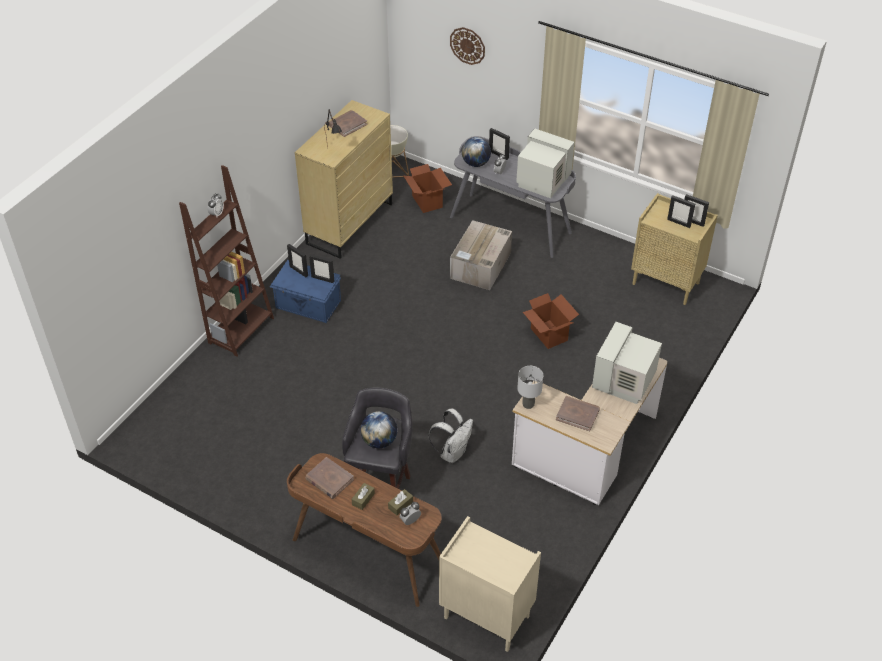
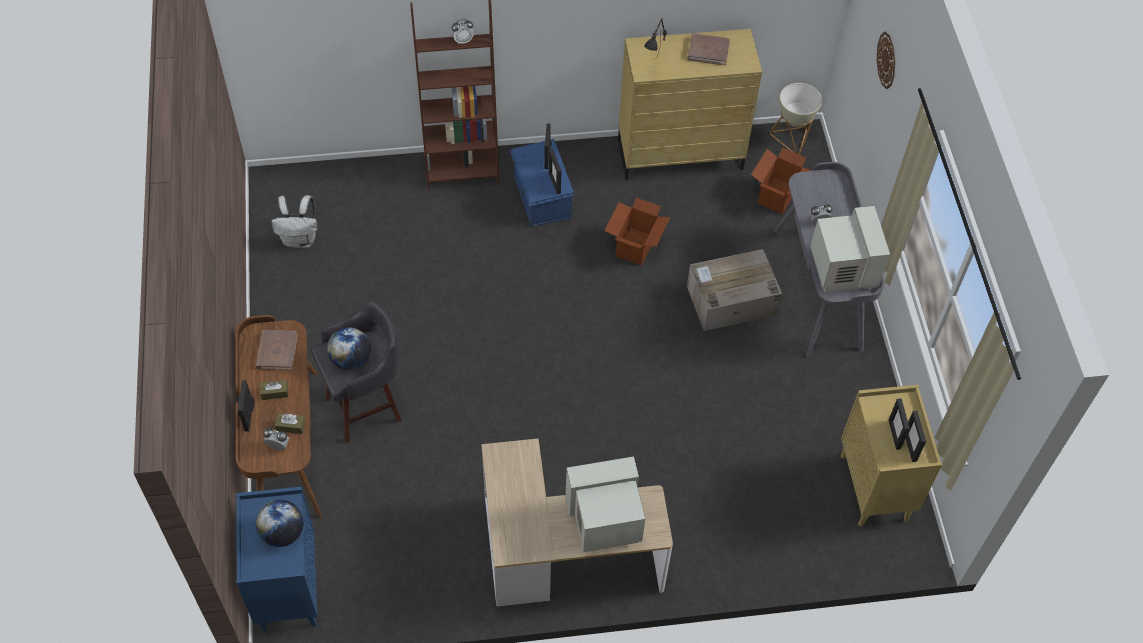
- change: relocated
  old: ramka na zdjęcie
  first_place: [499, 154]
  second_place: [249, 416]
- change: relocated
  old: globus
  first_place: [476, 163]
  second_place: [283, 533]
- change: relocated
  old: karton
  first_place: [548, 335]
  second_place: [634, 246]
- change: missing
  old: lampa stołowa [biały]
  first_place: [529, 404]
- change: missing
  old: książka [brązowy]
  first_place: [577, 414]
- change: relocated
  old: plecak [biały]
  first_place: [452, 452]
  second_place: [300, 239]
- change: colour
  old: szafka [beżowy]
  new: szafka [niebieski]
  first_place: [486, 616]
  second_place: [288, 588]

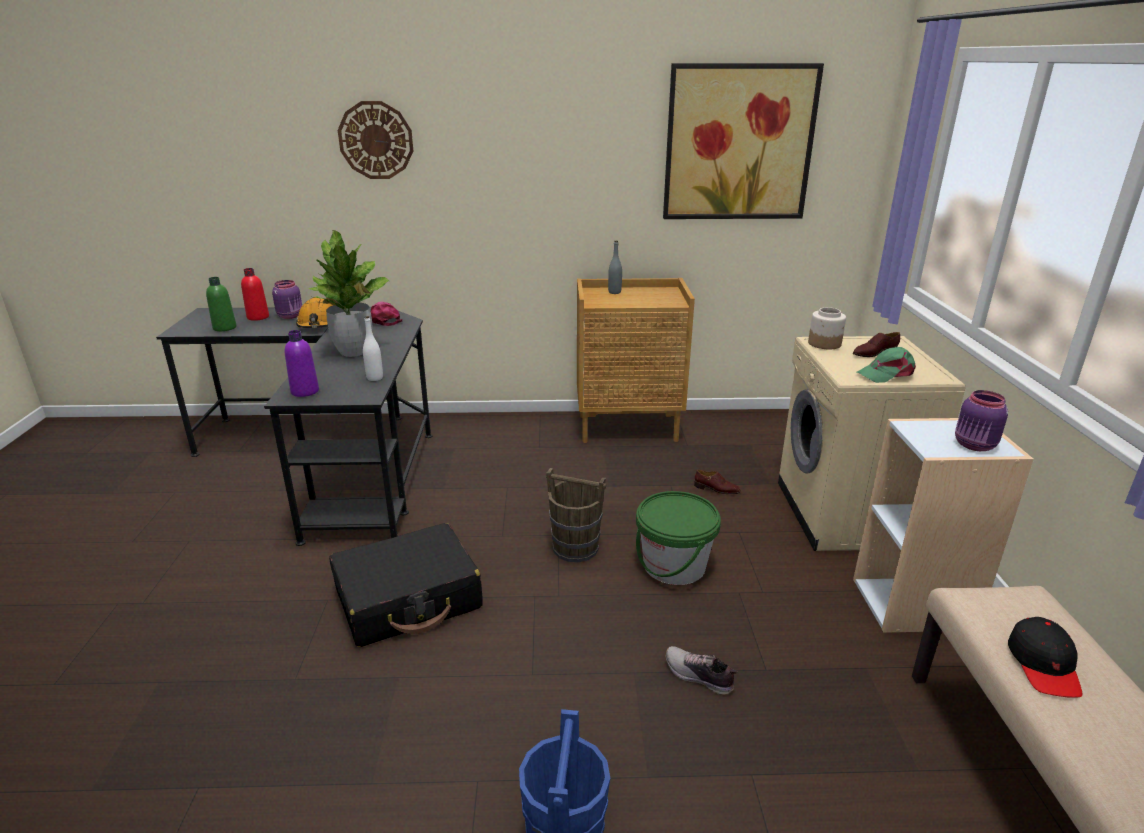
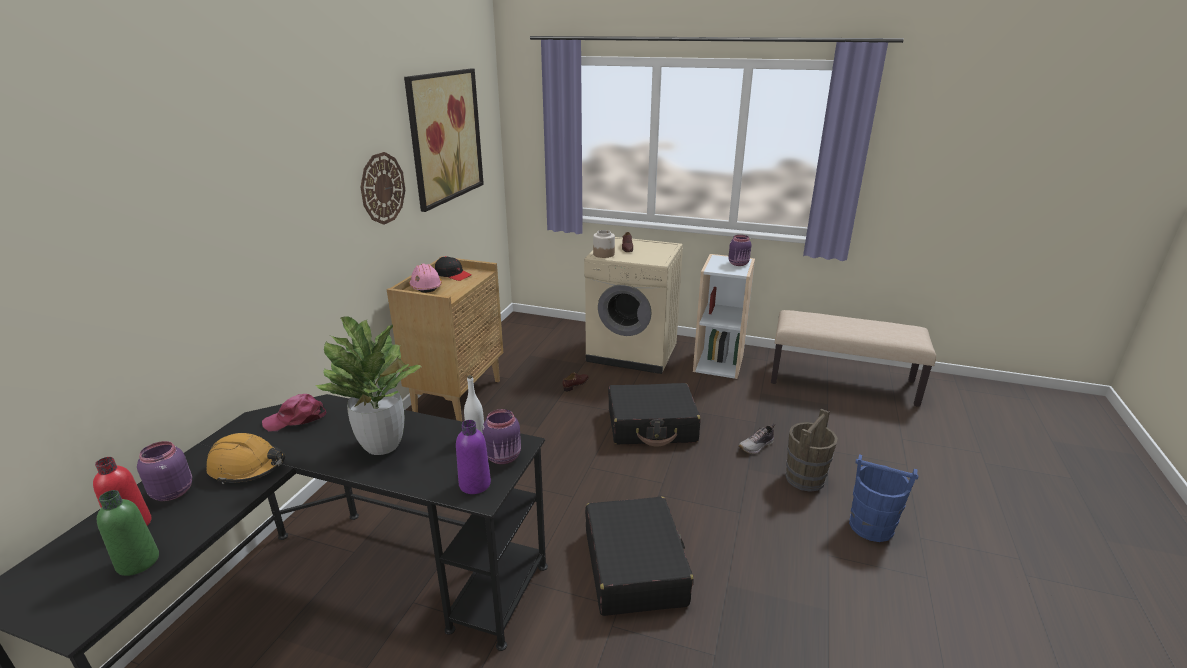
- change: relocated
  old: zegar ścienny
  first_place: [376, 140]
  second_place: [382, 188]
- change: exchanged
  old: butelka [szary]
  new: kask [różowy]
  first_place: [614, 292]
  second_place: [426, 286]
- change: missing
  old: czapka z daszkiem [zielony]
  first_place: [886, 374]
- change: relocated
  old: wiadro [brązowy]
  first_place: [576, 548]
  second_place: [805, 478]
- change: exchanged
  old: wiadro [zielony]
  new: walizka [czarny]
  first_place: [674, 565]
  second_place: [652, 425]
- change: relocated
  old: czapka z daszkiem [czarny]
  first_place: [1043, 665]
  second_place: [453, 274]
- change: appeared
  new: słoik [fioletowy]
  second_place: [504, 457]

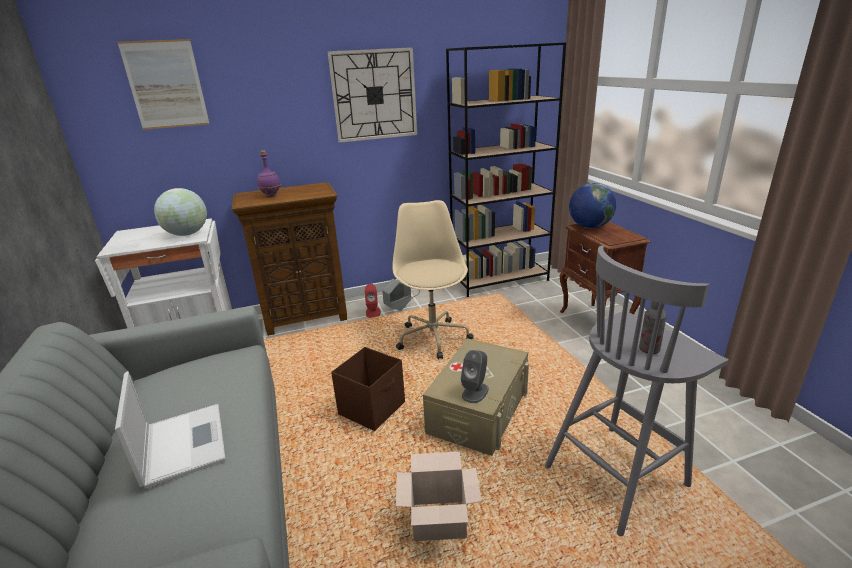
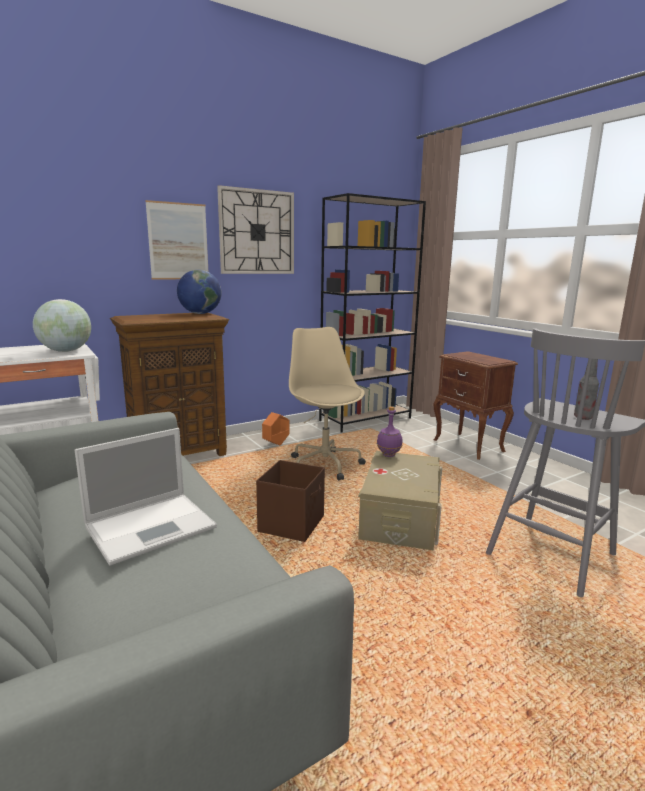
- change: relocated
  old: obraz
  first_place: [166, 85]
  second_place: [178, 241]
- change: relocated
  old: butelka [fioletowy]
  first_place: [271, 195]
  second_place: [389, 455]
- change: relocated
  old: globus
  first_place: [589, 227]
  second_place: [200, 313]
- change: colour
  old: donica [szary]
  new: donica [pomarańczowy]
  first_place: [398, 308]
  second_place: [276, 444]
- change: missing
  old: głośnik [czerwony]
  first_place: [373, 312]
- change: missing
  old: głośnik [szary]
  first_place: [475, 392]
- change: spun
  old: laptop
  first_place: [183, 443]
  second_place: [153, 526]
  degrees: 90
- change: missing
  old: karton
  first_place: [437, 523]

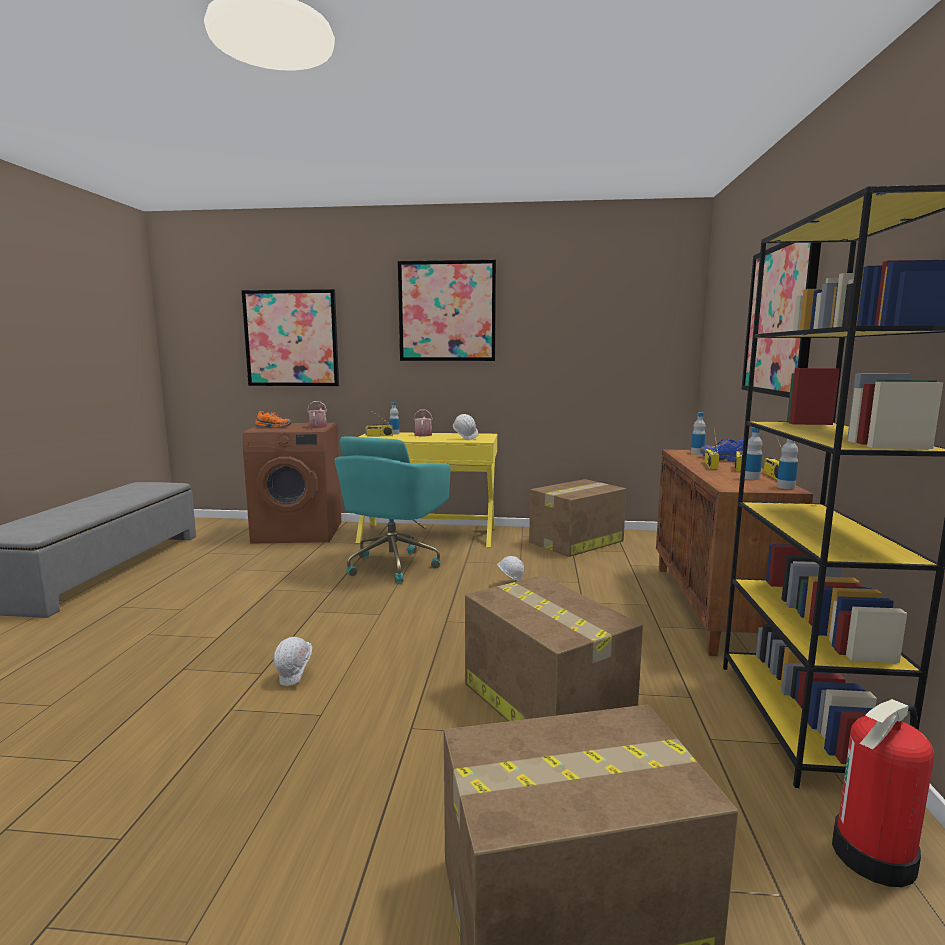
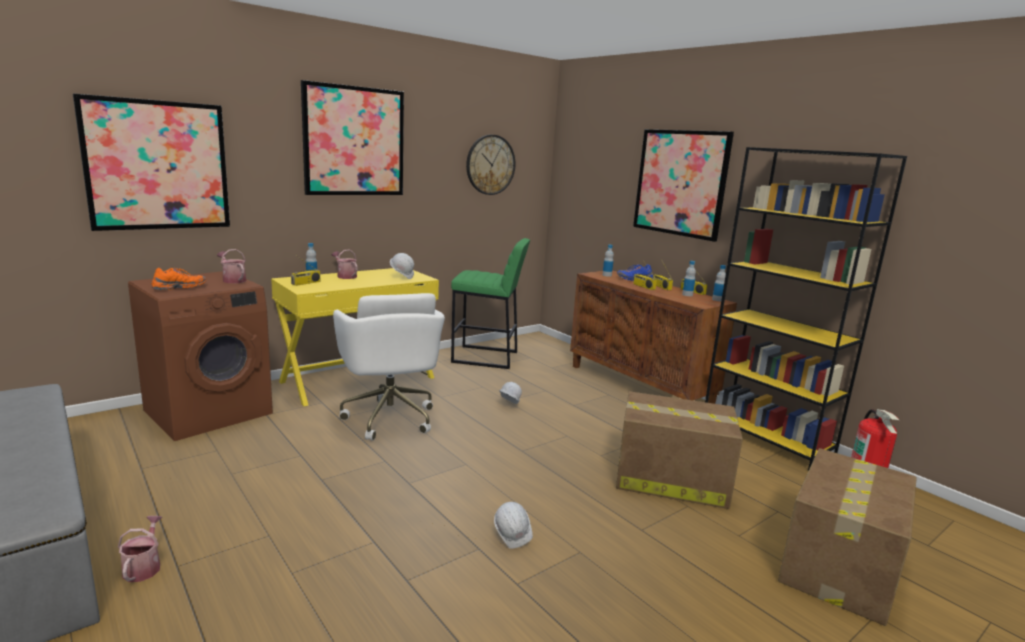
- change: colour
  old: krzesło biurowe [turkusowy]
  new: krzesło biurowe [biały]
  first_place: [394, 565]
  second_place: [388, 417]
- change: exchanged
  old: karton
  new: stołek [zielony]
  first_place: [575, 542]
  second_place: [487, 357]
- change: appeared
  new: zegar ścienny
  second_place: [490, 165]
- change: appeared
  new: konewka
  second_place: [144, 567]

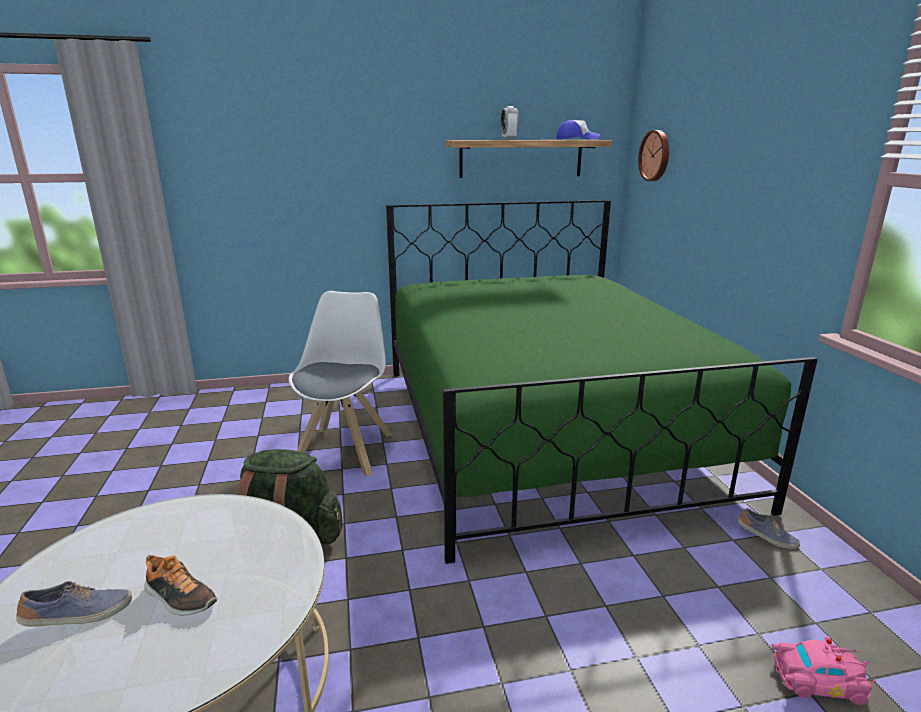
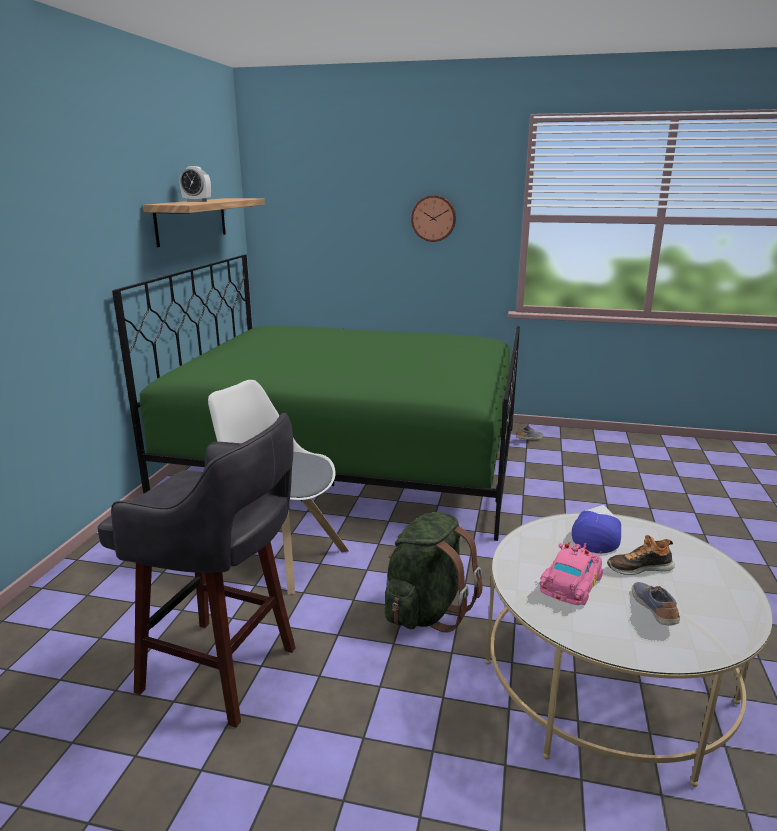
- change: relocated
  old: czapka z daszkiem
  first_place: [576, 139]
  second_place: [597, 535]
- change: relocated
  old: zegar ścienny
  first_place: [656, 155]
  second_place: [433, 218]
- change: spun
  old: but
  first_place: [179, 598]
  second_place: [639, 567]
  degrees: -150
- change: relocated
  old: samochodzik [różowy]
  first_place: [815, 679]
  second_place: [569, 586]
- change: appeared
  new: stołek [szary]
  second_place: [224, 672]

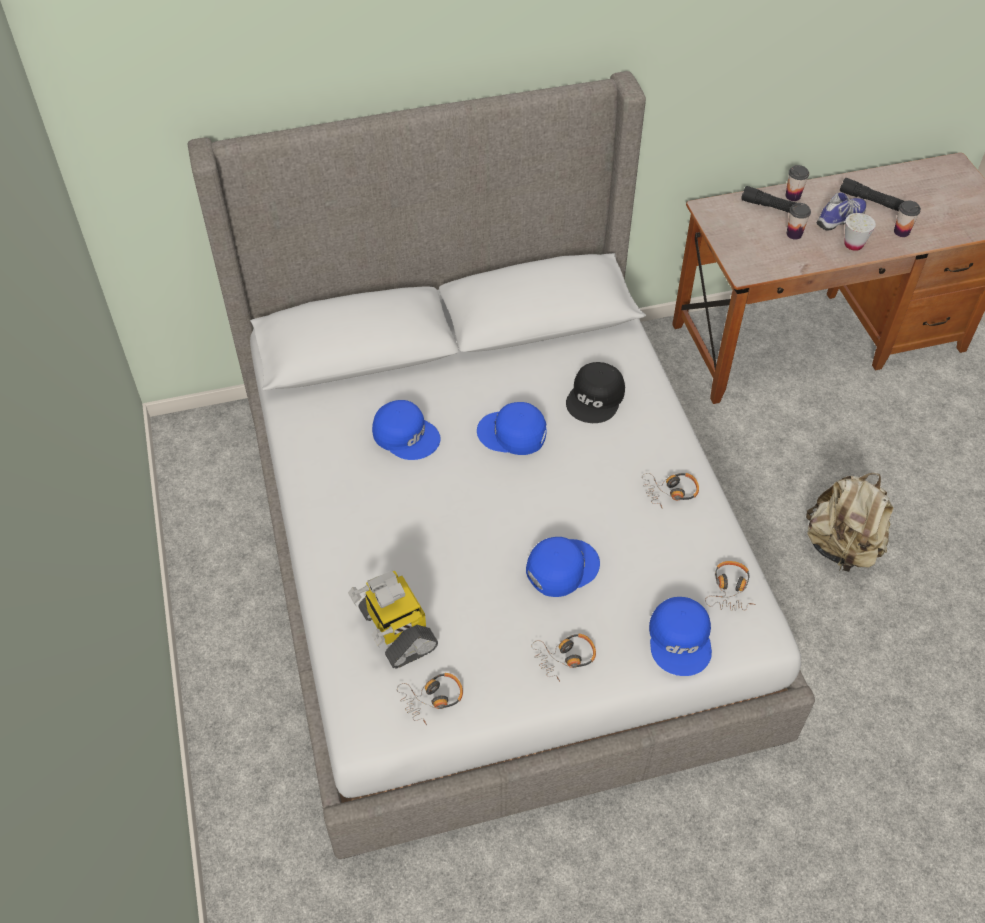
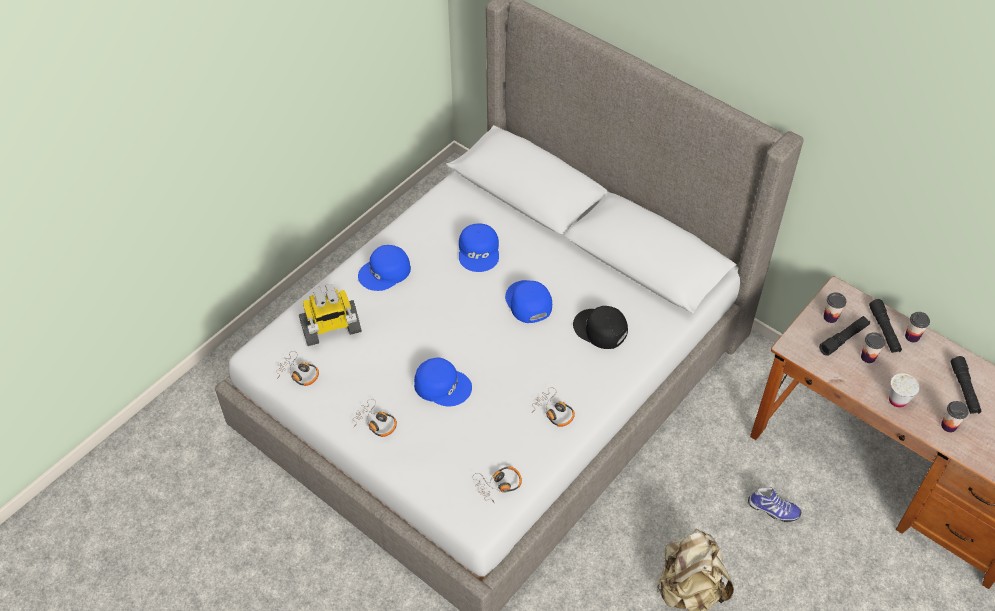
- change: relocated
  old: but
  first_place: [841, 219]
  second_place: [773, 510]
- change: spun
  old: czapka z daszkiem [czarny]
  first_place: [596, 398]
  second_place: [600, 329]
  degrees: 45
- change: spun
  old: robot zabawkowy
  first_place: [396, 630]
  second_place: [331, 329]
  degrees: -135
- change: relocated
  old: czapka z daszkiem [niebieski]
  first_place: [681, 639]
  second_place: [385, 272]
- change: appeared
  new: filiżanka
  second_place: [830, 317]
- change: appeared
  new: latarka [czarny]
  second_place: [843, 339]

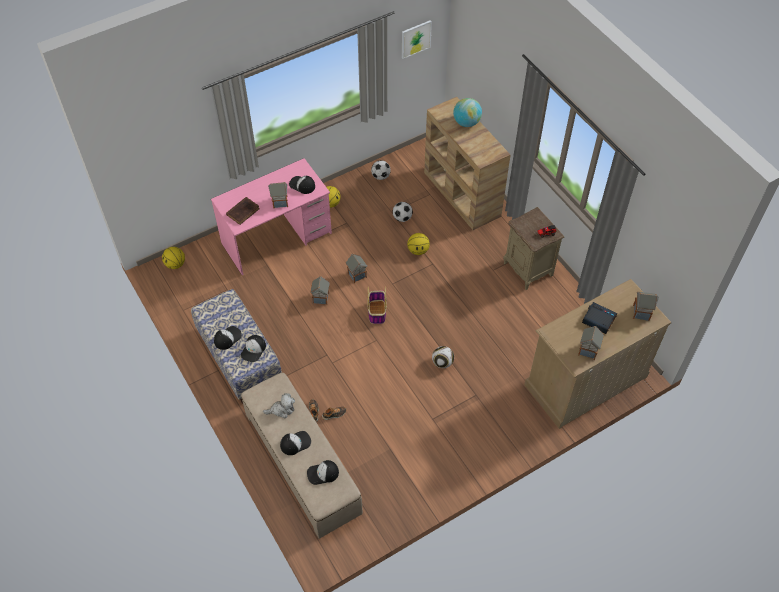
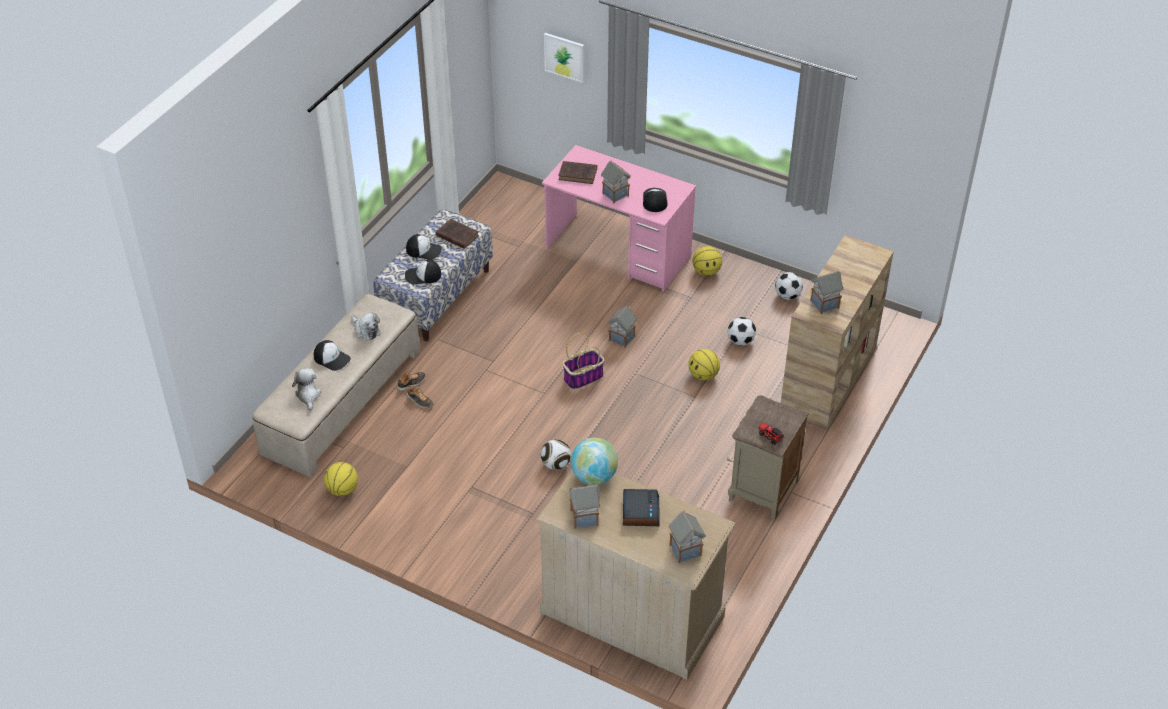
- change: relocated
  old: obraz
  first_place: [415, 39]
  second_place: [564, 57]
- change: relocated
  old: globus
  first_place: [466, 122]
  second_place: [594, 476]
- change: relocated
  old: piłka do koszykówki
  first_place: [175, 264]
  second_place: [342, 490]
- change: relocated
  old: domek
  first_place: [321, 298]
  second_place: [824, 304]
- change: exchanged
  old: czapka z daszkiem
  new: pluszak
  first_place: [322, 473]
  second_place: [308, 395]
- change: appeared
  new: książka [brązowy]
  second_place: [456, 235]

